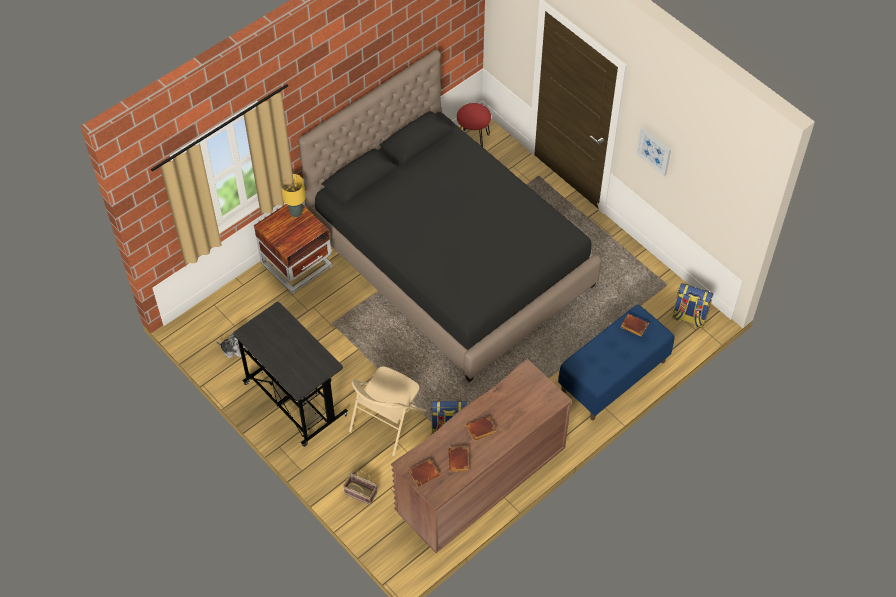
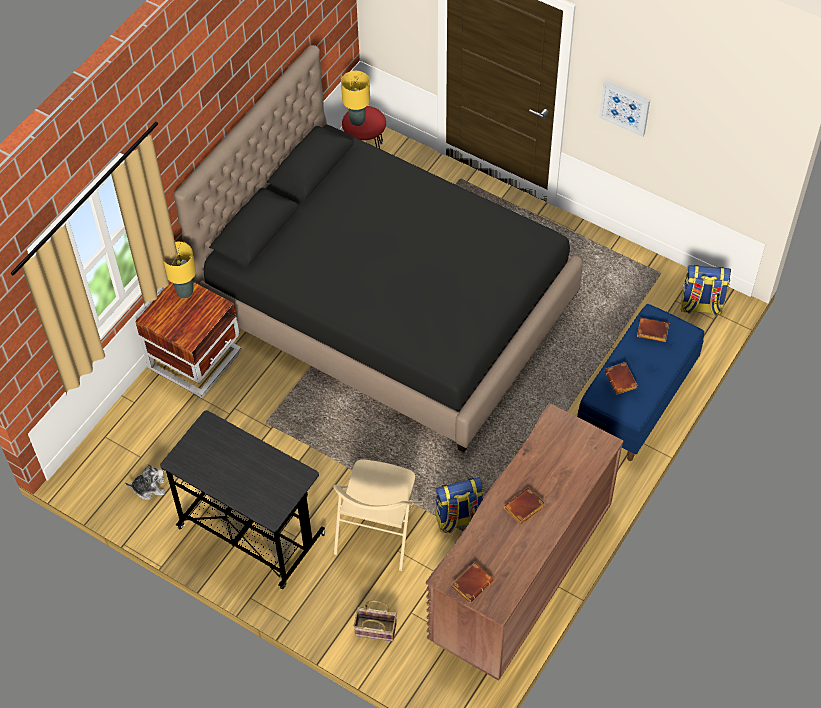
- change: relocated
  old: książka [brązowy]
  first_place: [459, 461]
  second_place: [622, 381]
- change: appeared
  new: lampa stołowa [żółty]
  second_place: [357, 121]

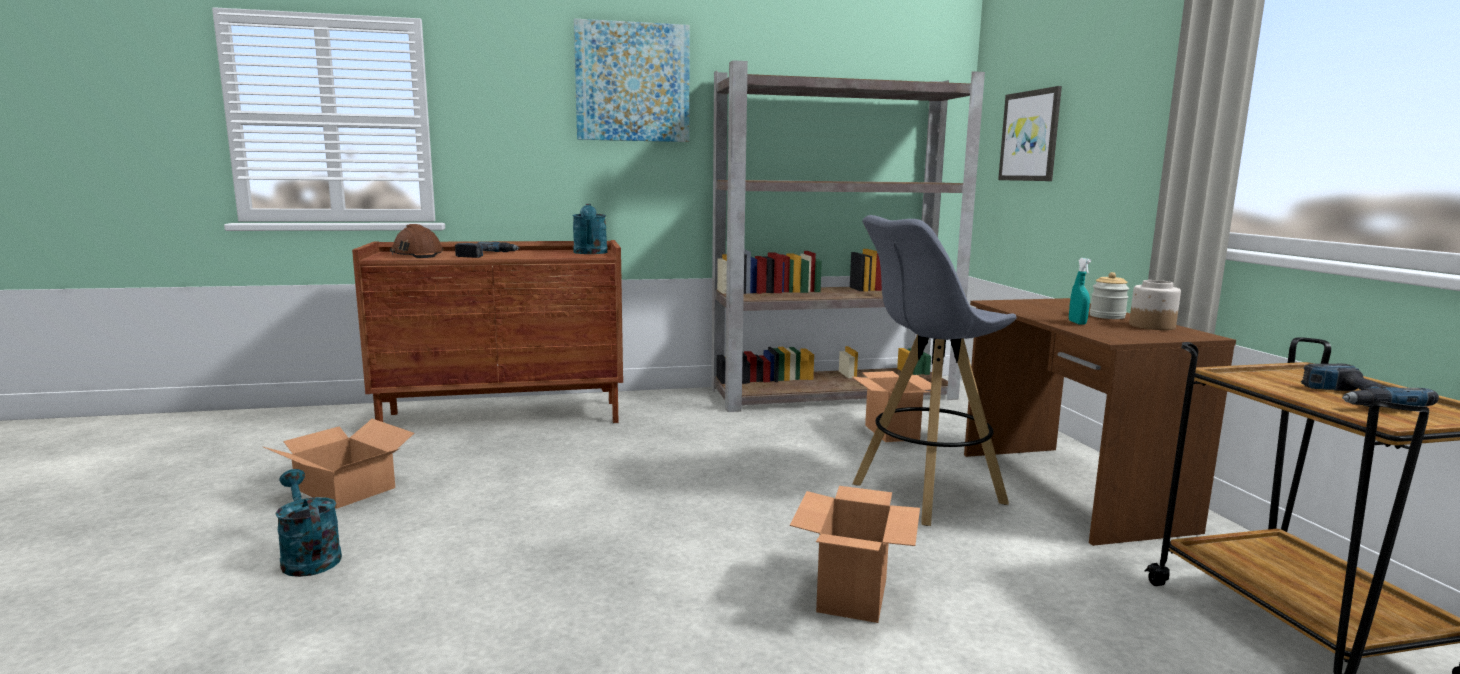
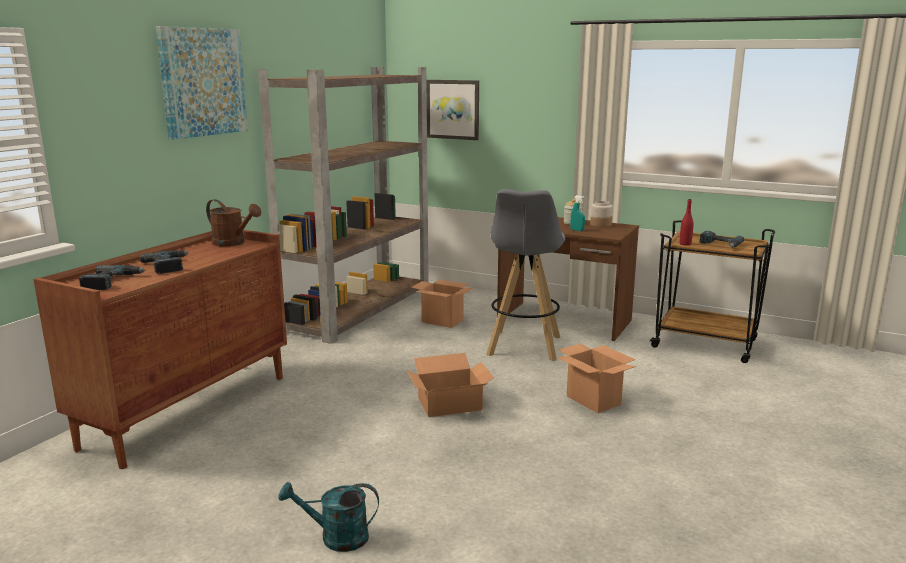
- change: colour
  old: konewka [turkusowy]
  new: konewka [brązowy]
  first_place: [590, 253]
  second_place: [233, 243]
- change: exchanged
  old: kask [brązowy]
  new: wiertarka
  first_place: [416, 255]
  second_place: [112, 282]
- change: relocated
  old: karton
  first_place: [344, 489]
  second_place: [450, 404]
- change: appeared
  new: butelka [czerwony]
  second_place: [685, 244]

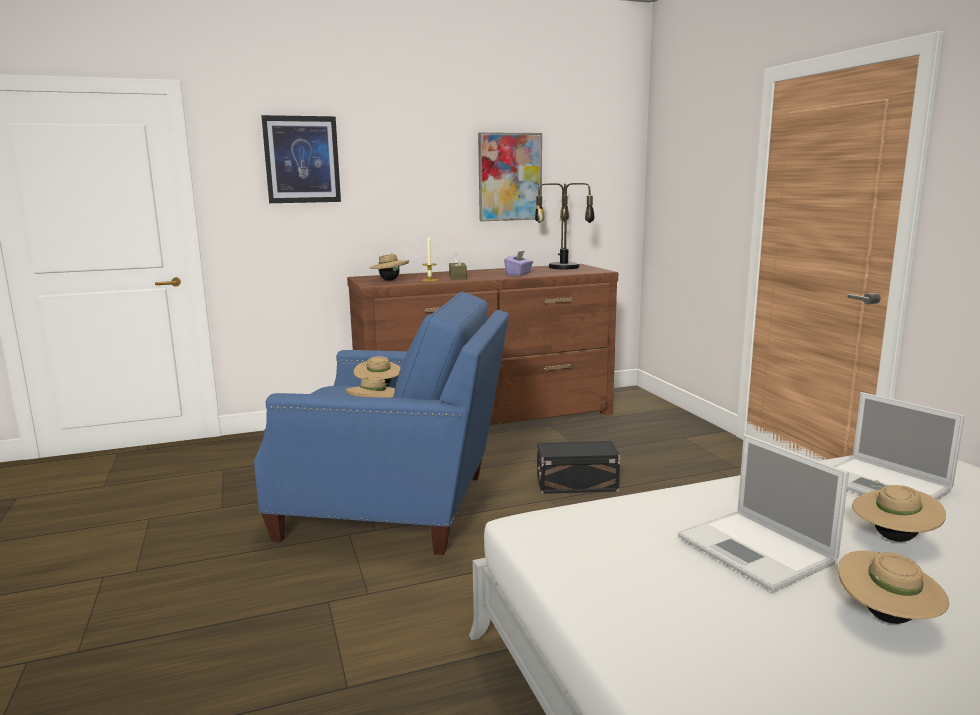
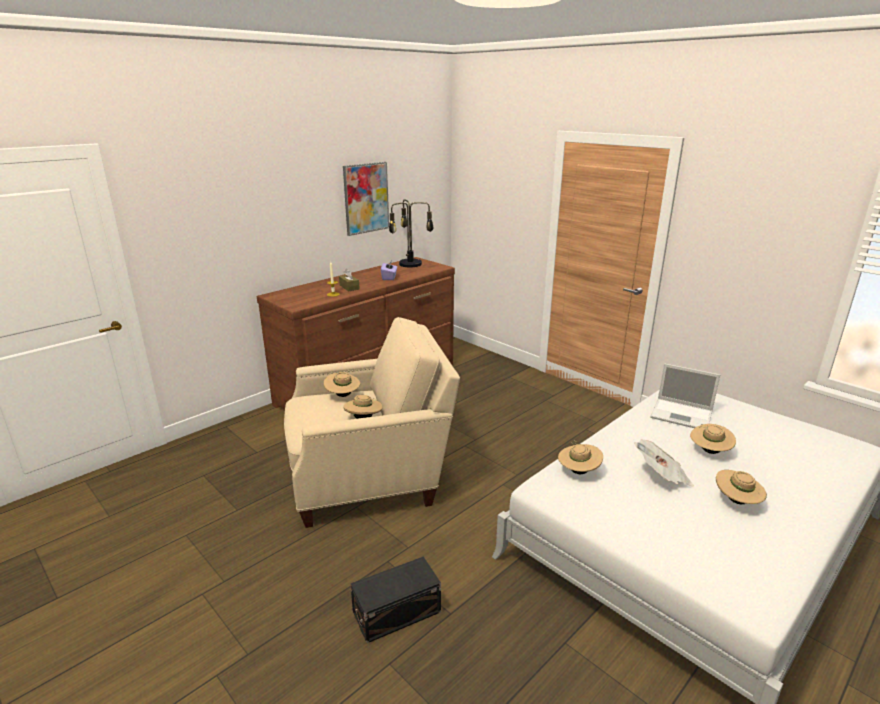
- change: missing
  old: obraz
  first_place: [302, 159]
- change: relocated
  old: kapelusz [beżowy]
  first_place: [390, 280]
  second_place: [578, 471]
- change: colour
  old: fotel [niebieski]
  new: fotel [beżowy]
  first_place: [396, 507]
  second_place: [370, 477]
- change: exchanged
  old: laptop
  new: gazeta
  first_place: [757, 550]
  second_place: [661, 476]
- change: relocated
  old: pojemnik do przechowywania [czarny]
  first_place: [578, 484]
  second_place: [398, 613]

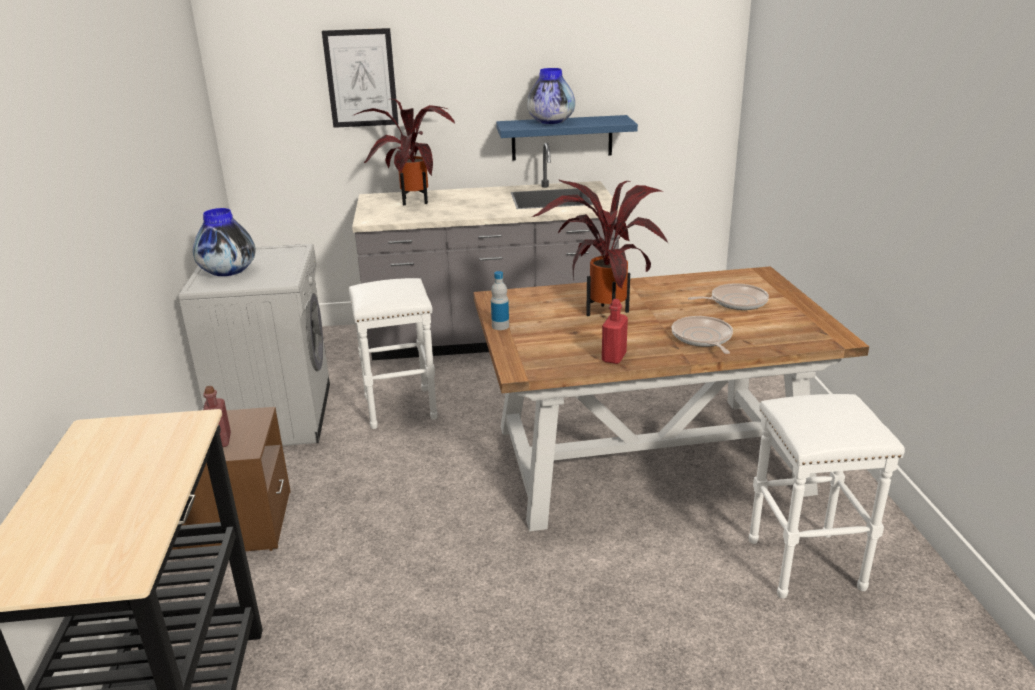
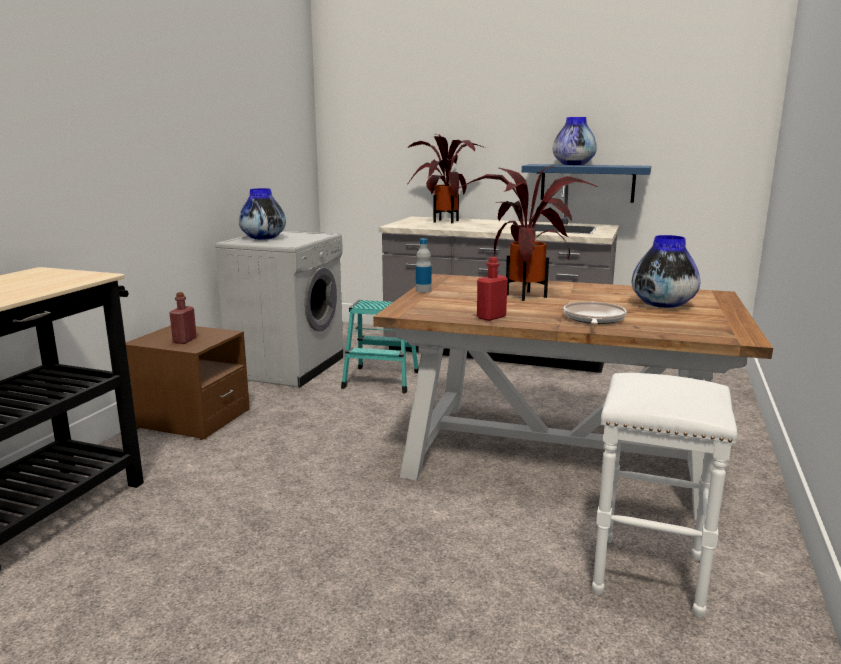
- change: missing
  old: obraz
  first_place: [361, 78]
- change: exchanged
  old: stołek [biały]
  new: drabinka [turkusowy]
  first_place: [401, 406]
  second_place: [382, 379]
- change: exchanged
  old: patelnia
  new: wazon
  first_place: [735, 302]
  second_place: [662, 305]

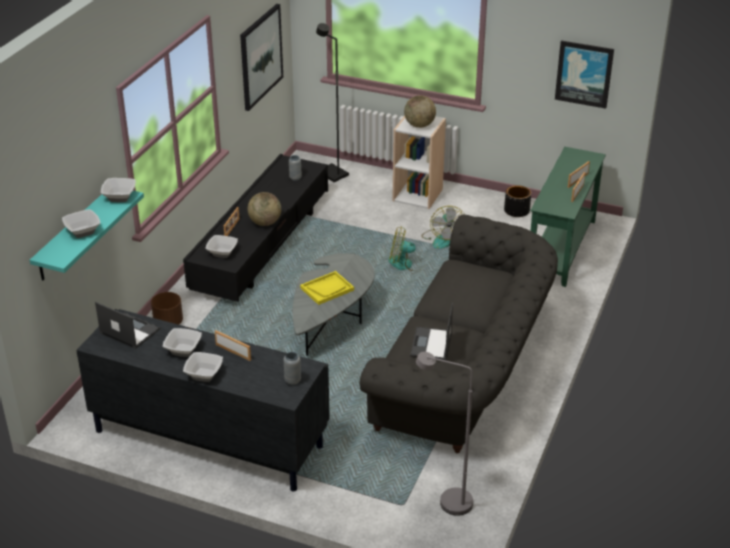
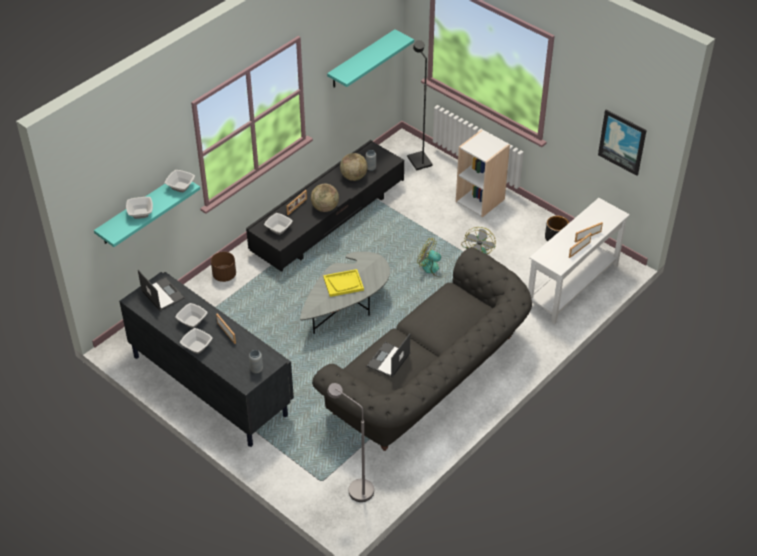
- change: exchanged
  old: obraz
  new: półka [turkusowy]
  first_place: [261, 56]
  second_place: [361, 59]
- change: relocated
  old: globus
  first_place: [419, 125]
  second_place: [354, 177]
- change: colour
  old: stolik konsolowy [zielony]
  new: stolik konsolowy [biały]
  first_place: [561, 249]
  second_place: [572, 286]

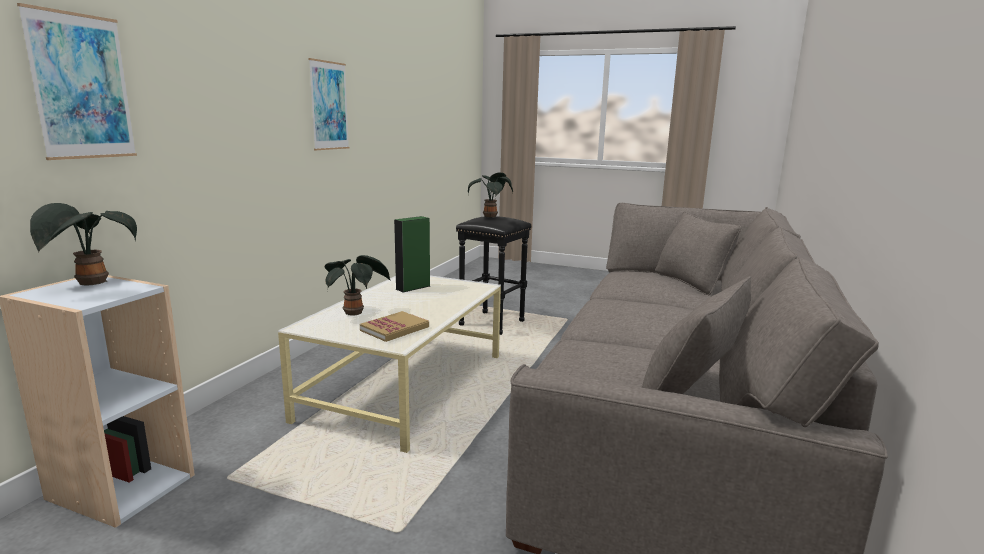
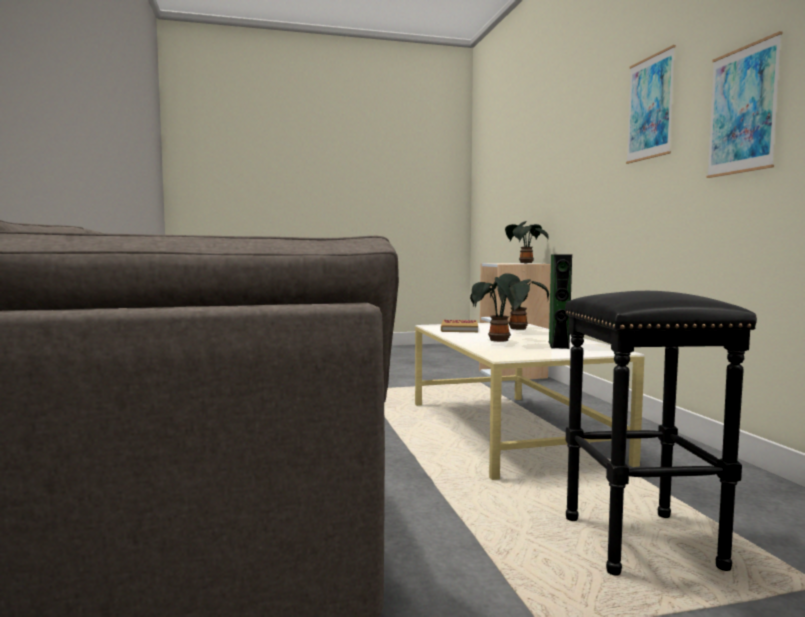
- change: relocated
  old: obraz
  first_place: [81, 87]
  second_place: [650, 108]
- change: relocated
  old: roślina doniczkowa
  first_place: [490, 216]
  second_place: [500, 341]

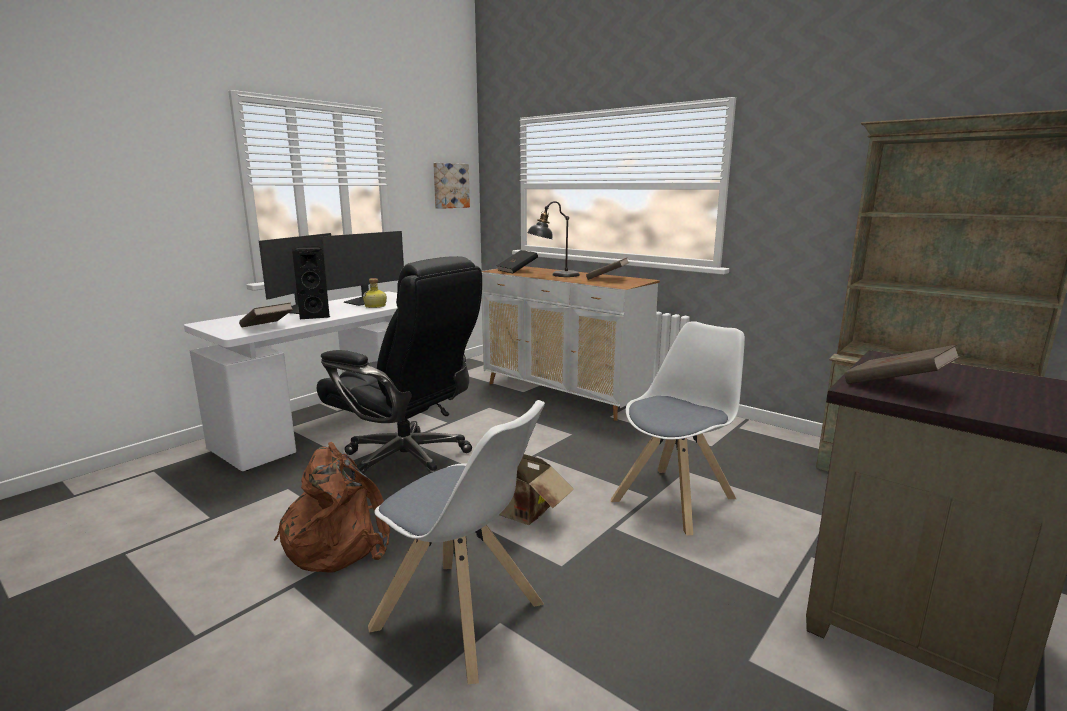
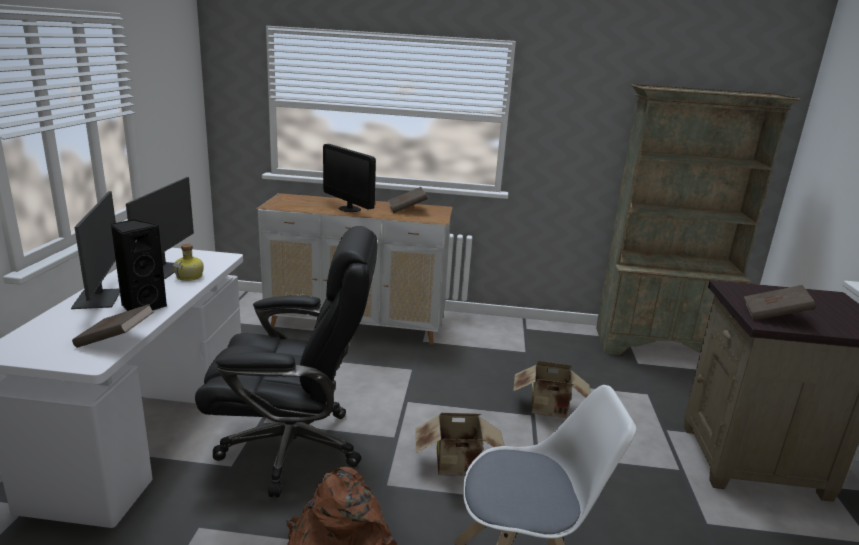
- change: missing
  old: obraz
  first_place: [450, 185]
- change: exchanged
  old: lampa stołowa [szary]
  new: monitor
  first_place: [554, 275]
  second_place: [349, 209]
- change: missing
  old: książka [czarny]
  first_place: [517, 270]
- change: exchanged
  old: krzesło
  new: karton
  first_place: [676, 498]
  second_place: [549, 410]

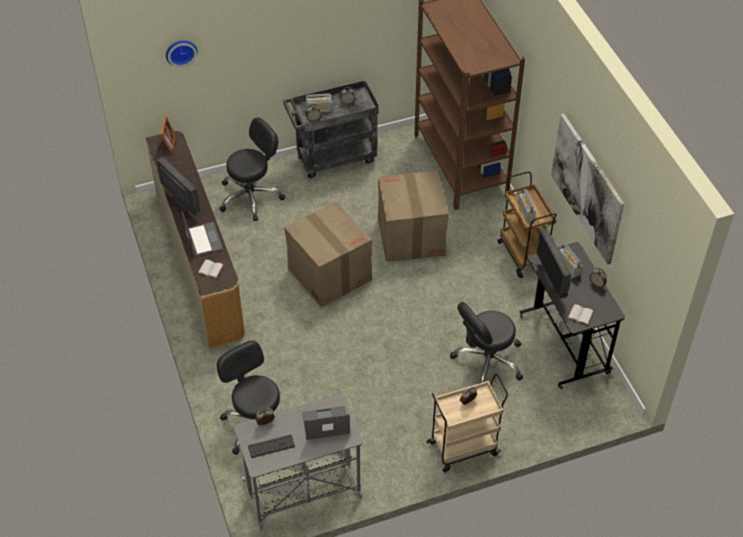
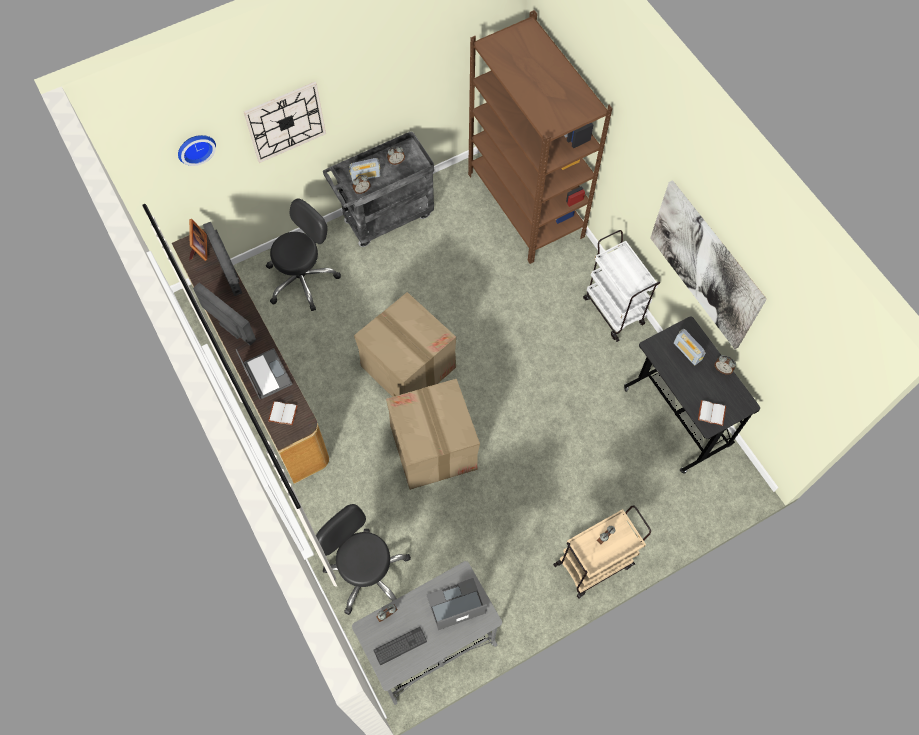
- change: relocated
  old: karton
  first_place: [411, 236]
  second_place: [433, 448]
- change: colour
  old: wózek [brązowy]
  new: wózek [biały]
  first_place: [523, 255]
  second_place: [613, 311]
- change: missing
  old: radio
  first_place: [525, 212]
- change: relocated
  old: monitor
  first_place: [551, 281]
  second_place: [230, 274]
- change: missing
  old: krzesło biurowe [czarny]
  first_place: [485, 362]
- change: appeared
  new: zegar ścienny
  second_place: [285, 122]

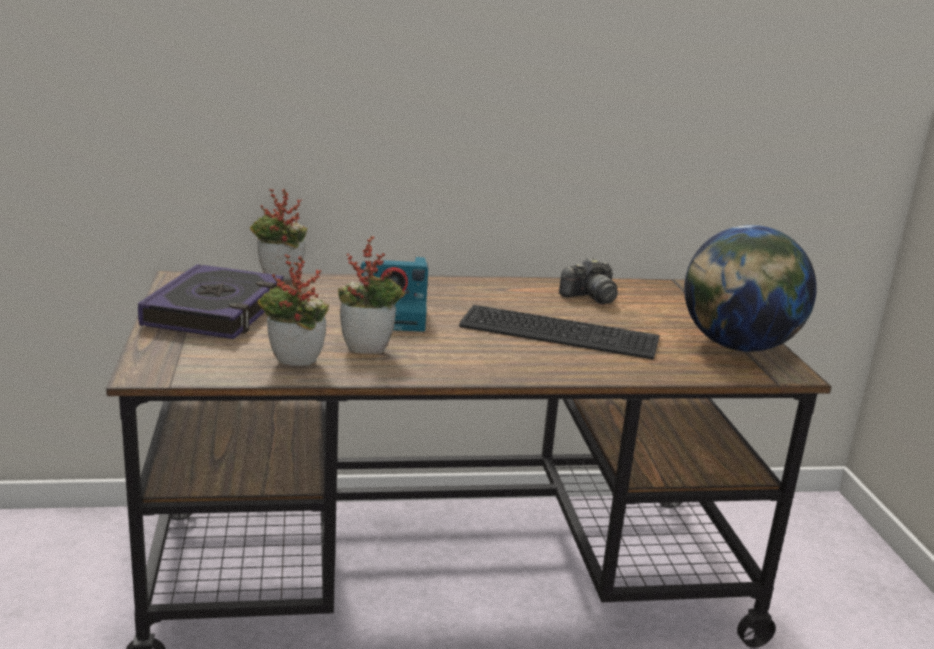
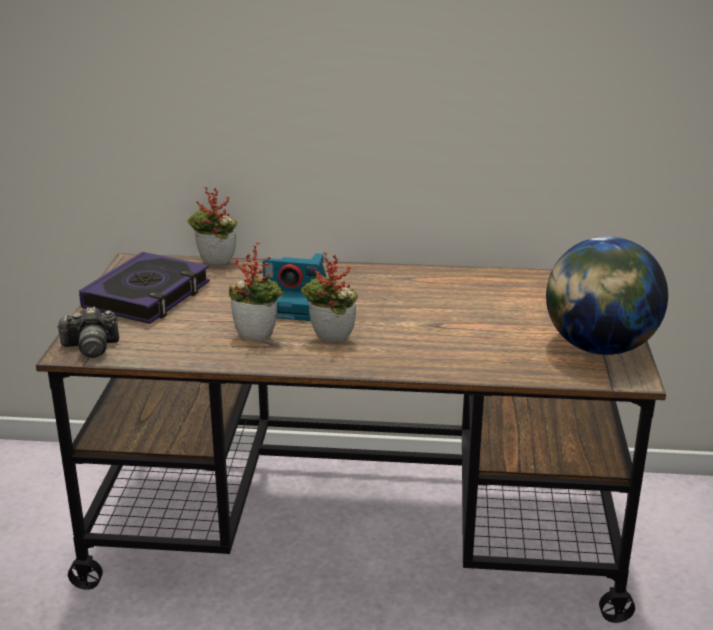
- change: relocated
  old: roślina doniczkowa
  first_place: [293, 364]
  second_place: [330, 340]
- change: relocated
  old: aparat fotograficzny
  first_place: [590, 297]
  second_place: [91, 347]
- change: missing
  old: klawiatura
  first_place: [557, 331]

